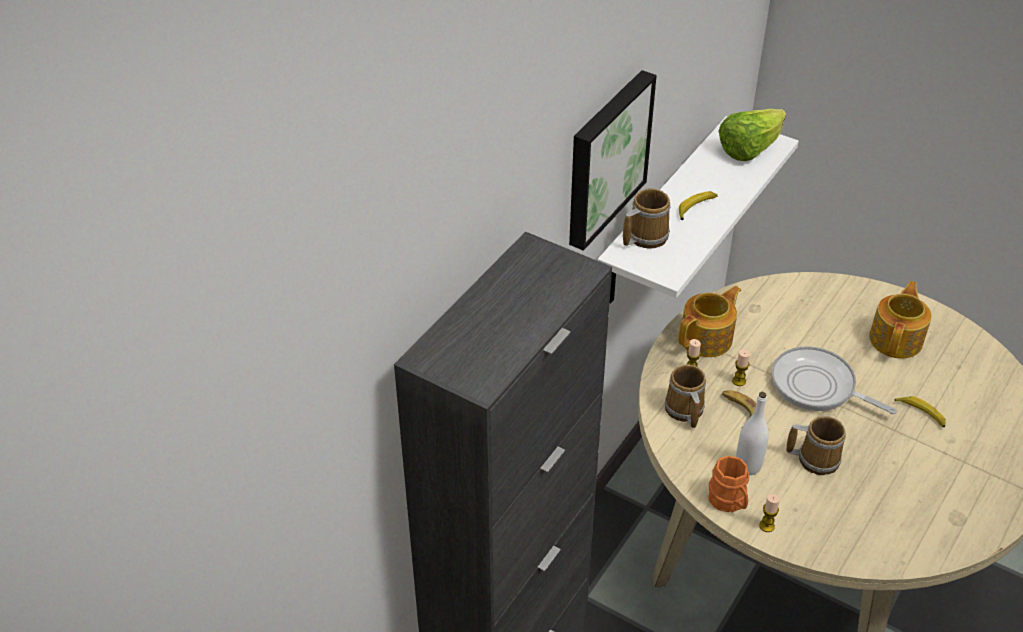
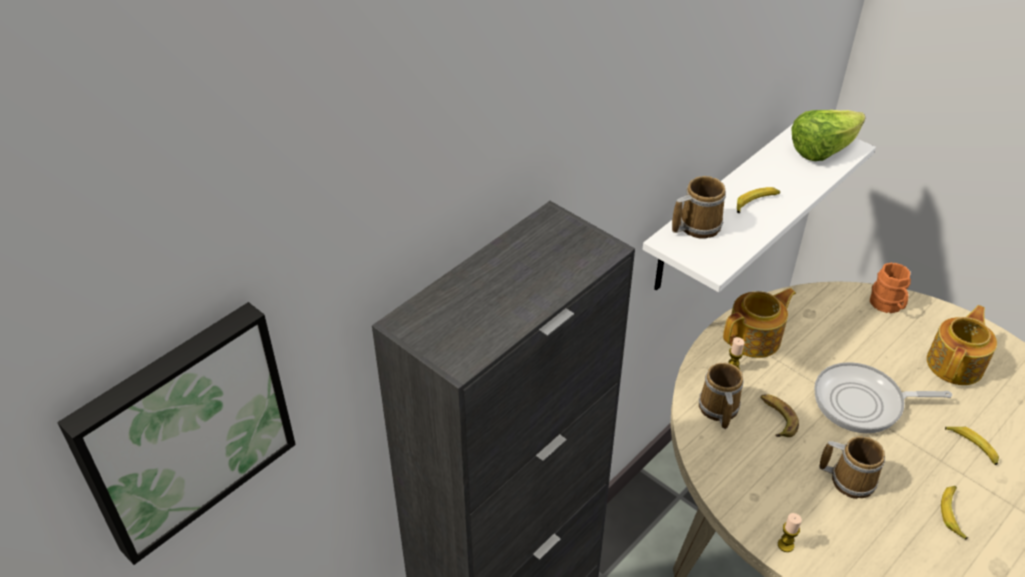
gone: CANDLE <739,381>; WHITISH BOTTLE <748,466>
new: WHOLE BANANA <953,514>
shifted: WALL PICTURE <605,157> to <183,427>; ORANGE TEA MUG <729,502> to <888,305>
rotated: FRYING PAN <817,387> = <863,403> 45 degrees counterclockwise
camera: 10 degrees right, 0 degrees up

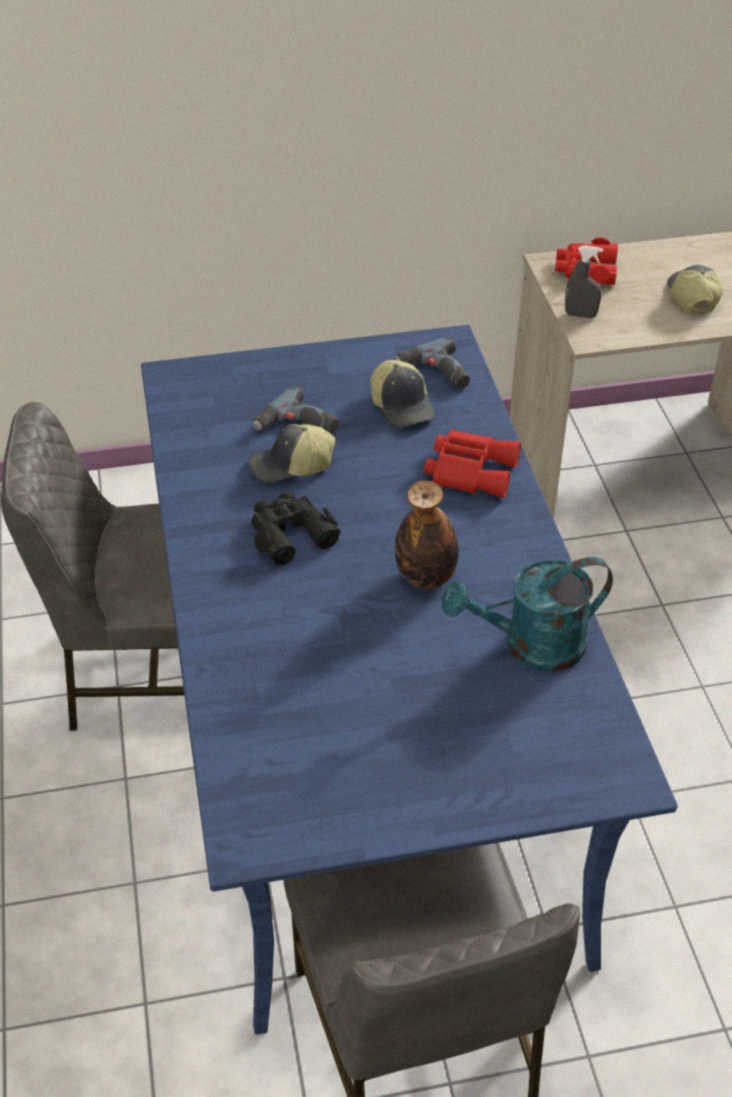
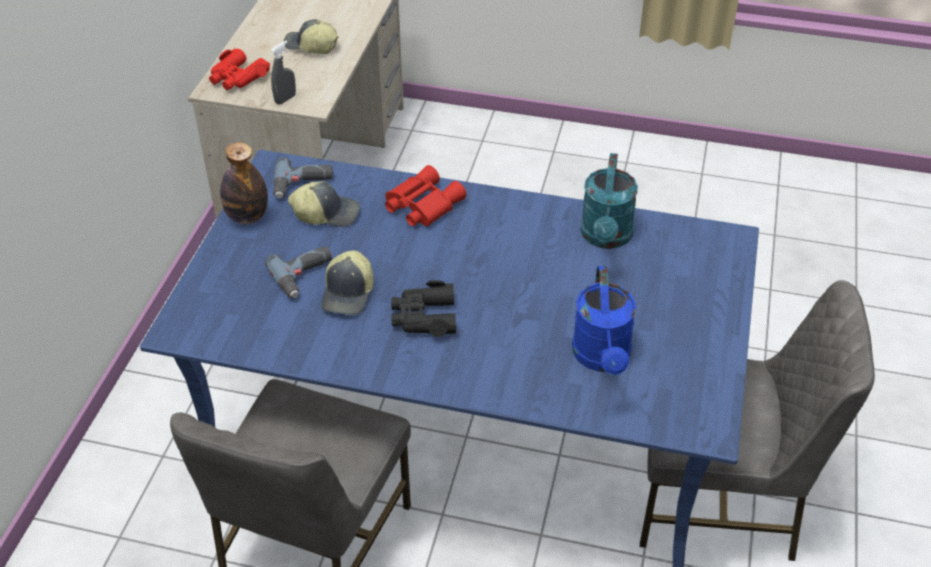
new: BLUE WATERING CAN <603,358>
shifted: BOTTLE <426,577> to <247,217>
camera: 65 degrees left, 0 degrees up

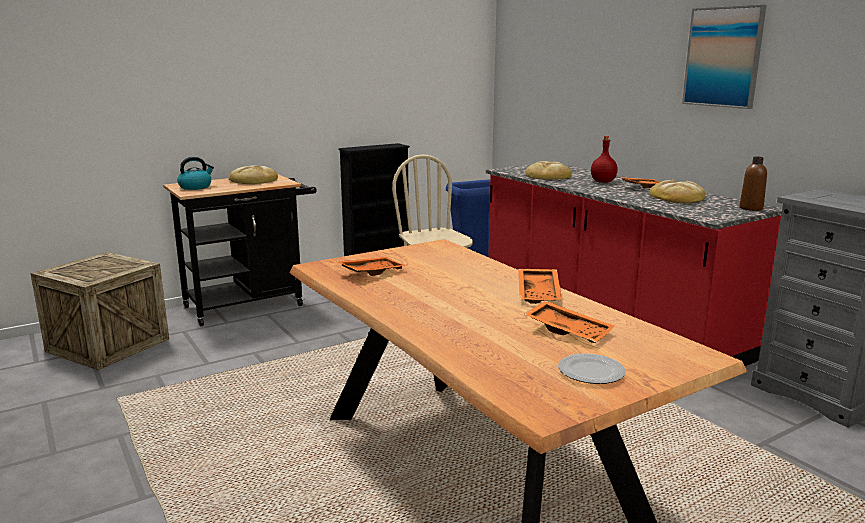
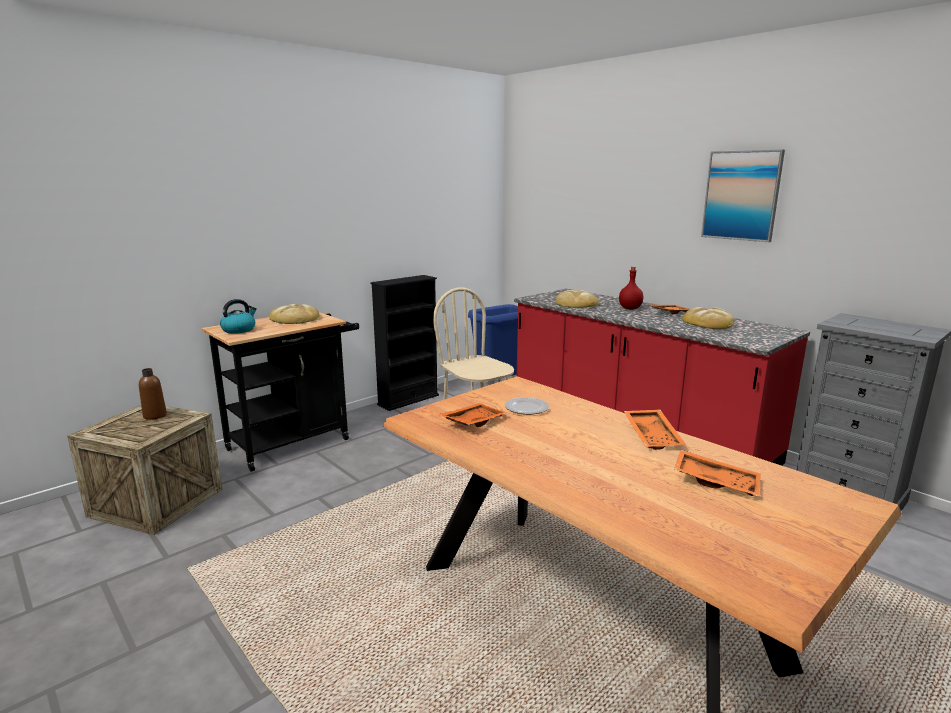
shifted: BROWN BOTTLE <751,208> to <155,415>; FLAT DISH <590,372> to <526,408>
camera: 10 degrees left, 0 degrees up

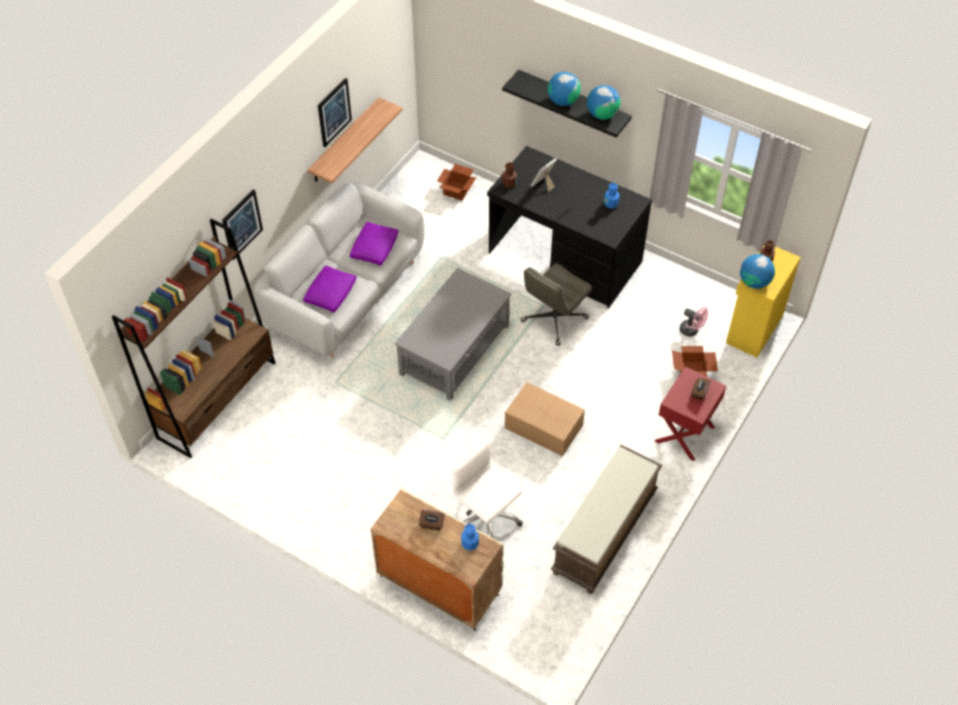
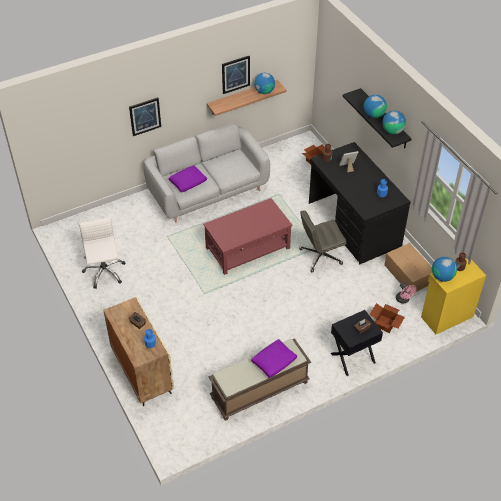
gone: BROWN BOOKSHELF <217,399>
new: DESK GLOBE <264,91>
shifted: PURPLE CUSHION <374,248> to <274,361>; PACKING BOX <544,427> to <408,275>; WHITISH OFFICE CHAIR <485,520> to <104,272>
repainted: GREYISH COFFEE TABLE <455,349> to RED COFFEE TABLE <248,248>; RED BEDSIDE TABLE <685,434> to BLACKISH BEDSIDE TABLE <353,358>
camera: 30 degrees right, 5 degrees down

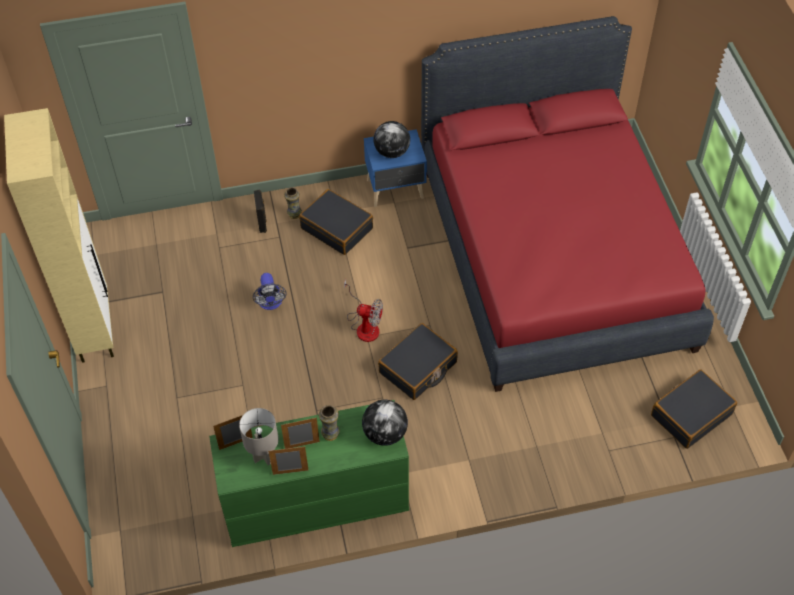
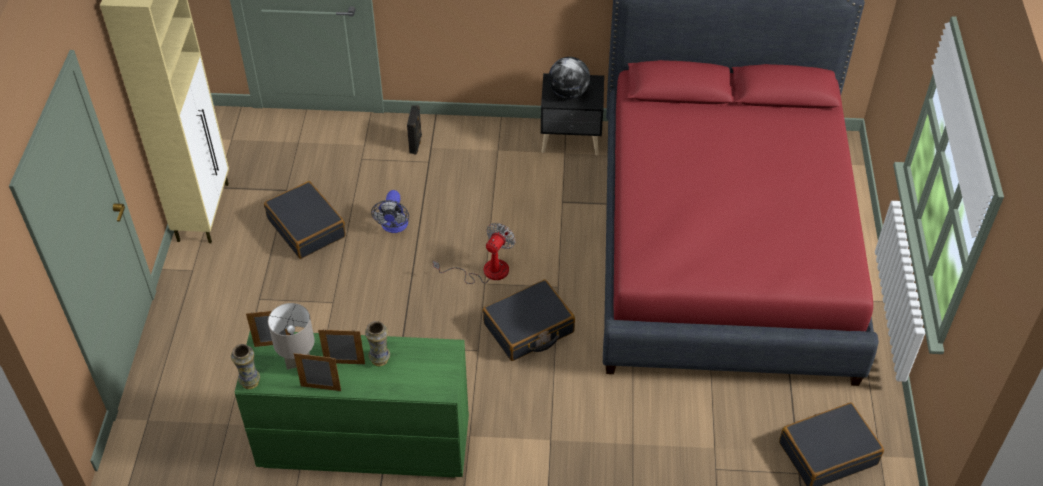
gone: DESK GLOBE <385,433>
shifted: FLOWER VASE <294,214> to <250,382>; BLACKISH SUITCASE <337,228> to <307,227>
repainted: BLUE BEDSIDE TABLE <396,190> to BLACKISH BEDSIDE TABLE <571,141>
rotated: COOLING FAN <364,325> = <486,271> 90 degrees counterclockwise
camera: 15 degrees right, 5 degrees down

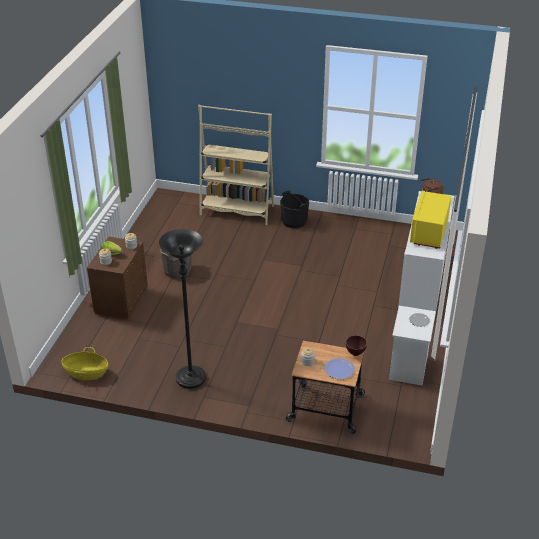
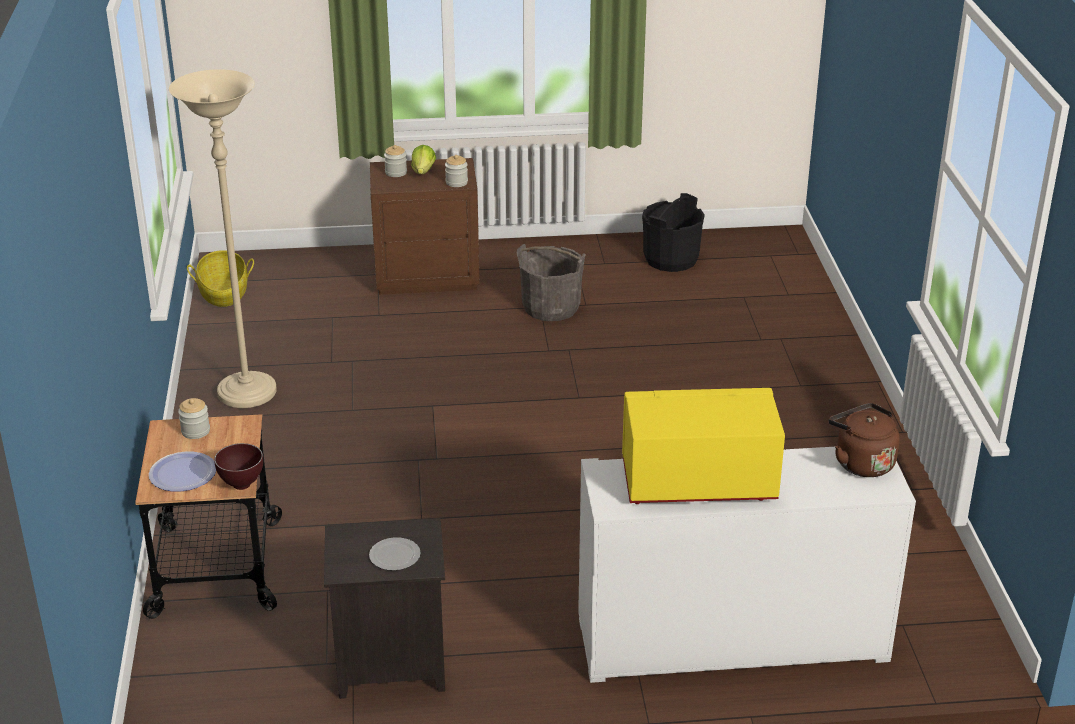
gone: BEIGE-COLOURED BOOKSHELF <237,210>
shifted: BLACKISH WATER BUCKET <294,221> to <670,259>
repainted: BLACKISH STANDARD LAMP <190,378> to BEIGE-COLOURED STANDARD LAMP <247,393>; WHITISH BEDSIDE TABLE <409,369> to BLACKISH BEDSIDE TABLE <389,667>
camera: 70 degrees right, 5 degrees down

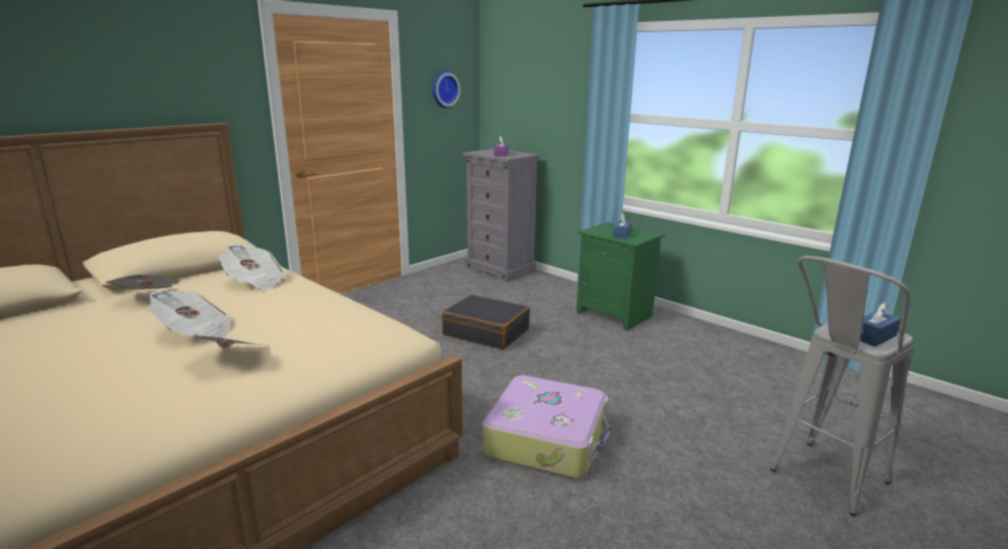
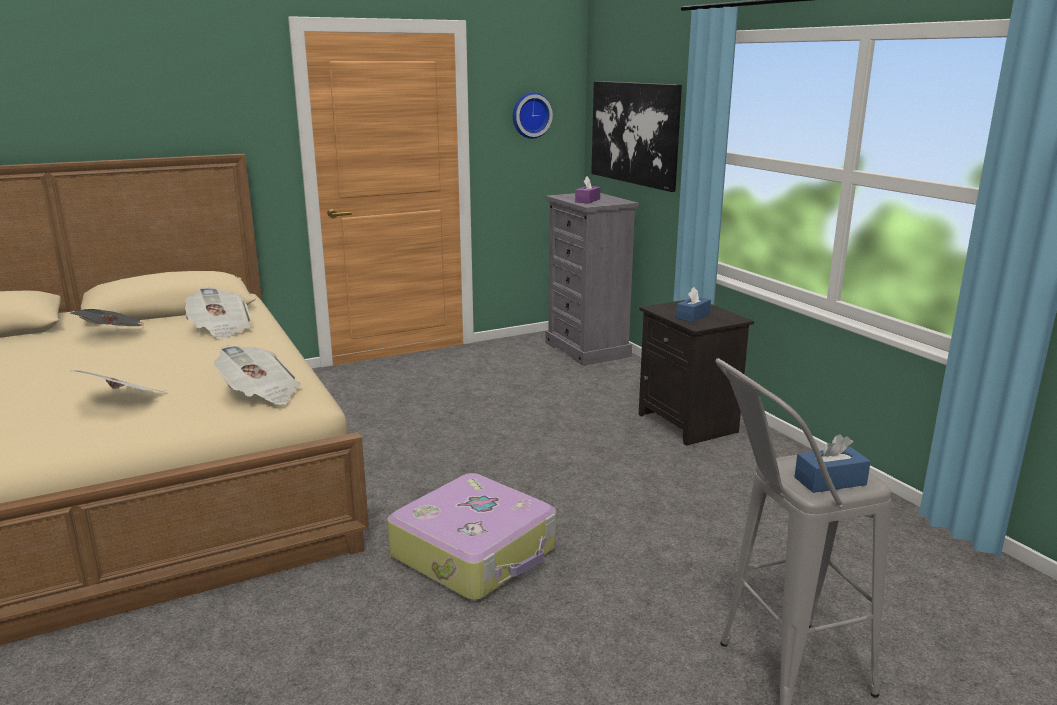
gone: BLACKISH SUITCASE <486,332>
new: WALL PICTURE <634,133>
shifted: NEWSPAPER <196,333> to <261,394>
repainted: GREEN-COLOURED BEDSIDE TABLE <615,314> to BLACKISH BEDSIDE TABLE <689,423>
camera: 20 degrees right, 0 degrees up

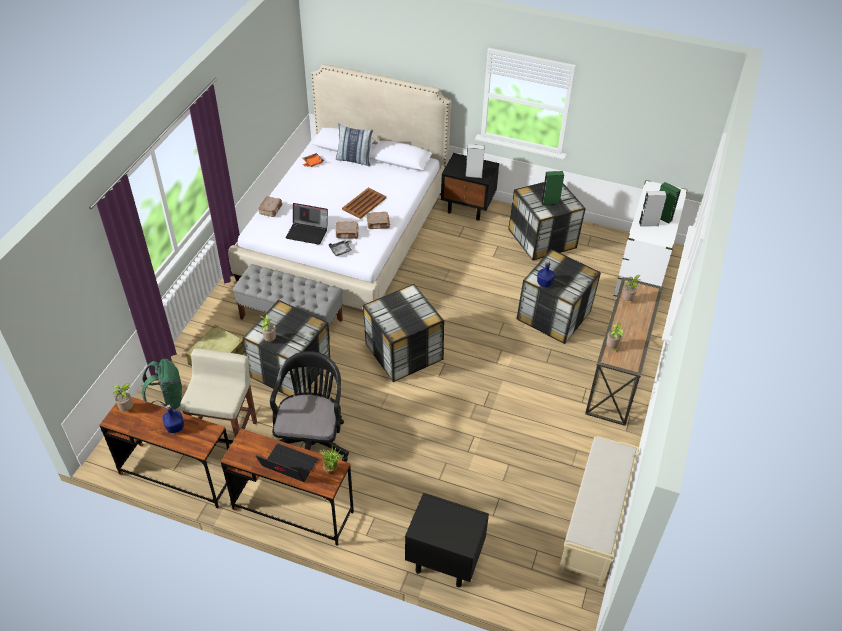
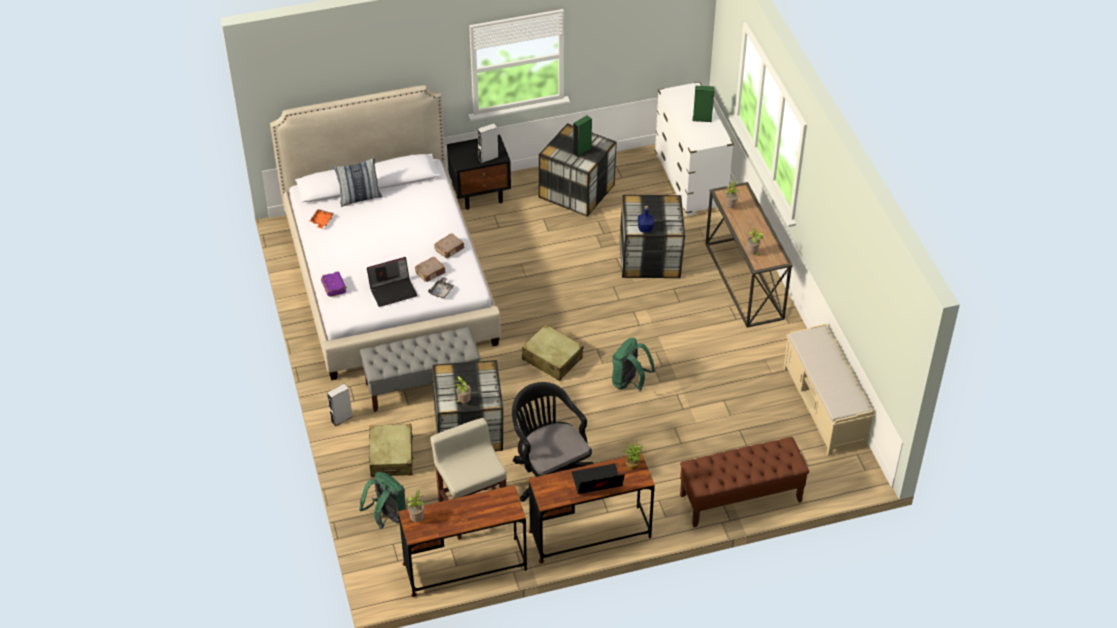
gone: BROWN TRAY <364,203>; BLUE BOTTLE <175,427>
new: GREEN-COLOURED RUCKSACK <630,383>
shifted: GREYISH AUDIO SPEAKER <648,223> to <341,418>
swapped: STORAGE BOX <403,352> to BEIGE-COLOURED SUITCASE <552,359>; BLACKISH BEDSIDE TABLE <443,560> to BROWN LONG SEAT <740,498>
repainted: BROWN BOUND BOOK <271,210> to PURPLE BOUND BOOK <334,287>
camera: 35 degrees left, 0 degrees up

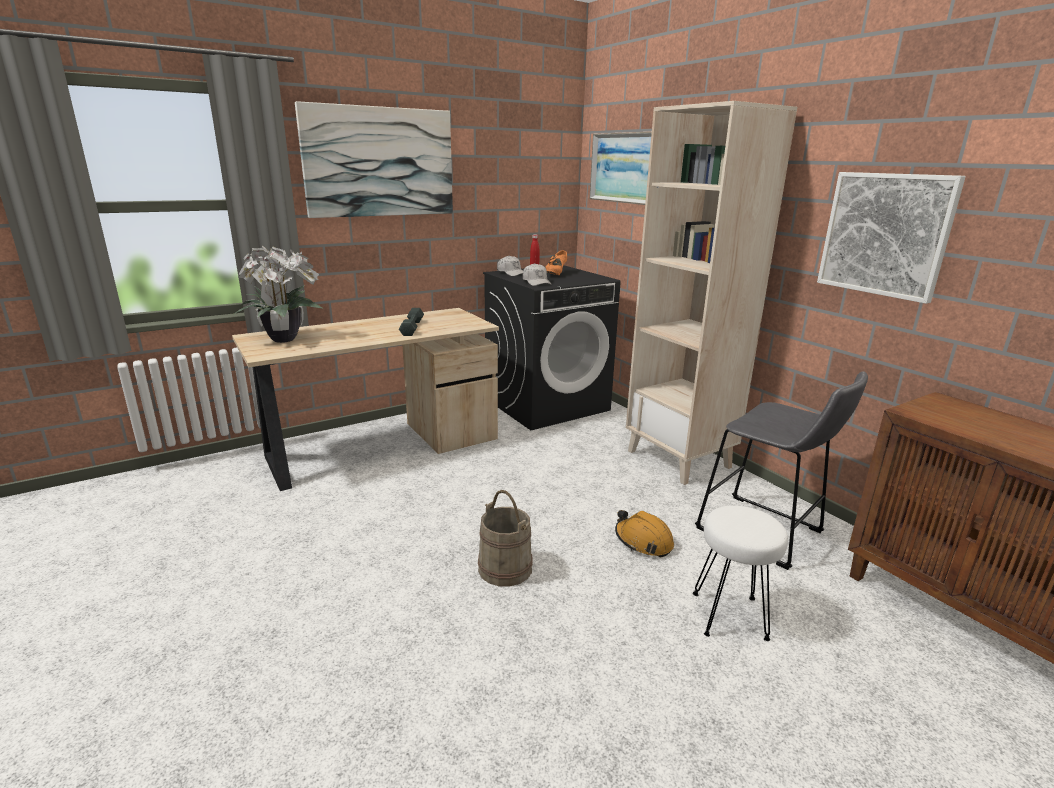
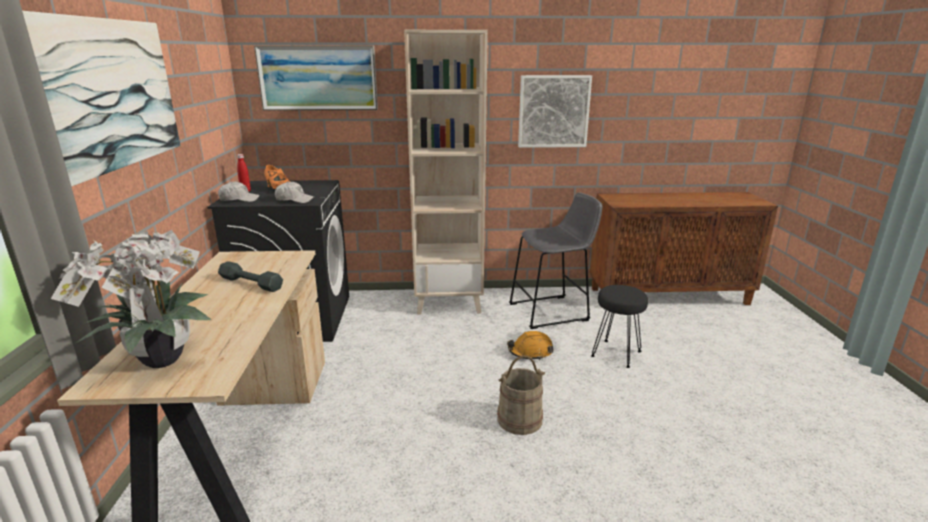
repainted: WHITISH SITTING STOOL <729,615> to BLACKISH SITTING STOOL <615,353>
camera: 60 degrees left, 0 degrees up

